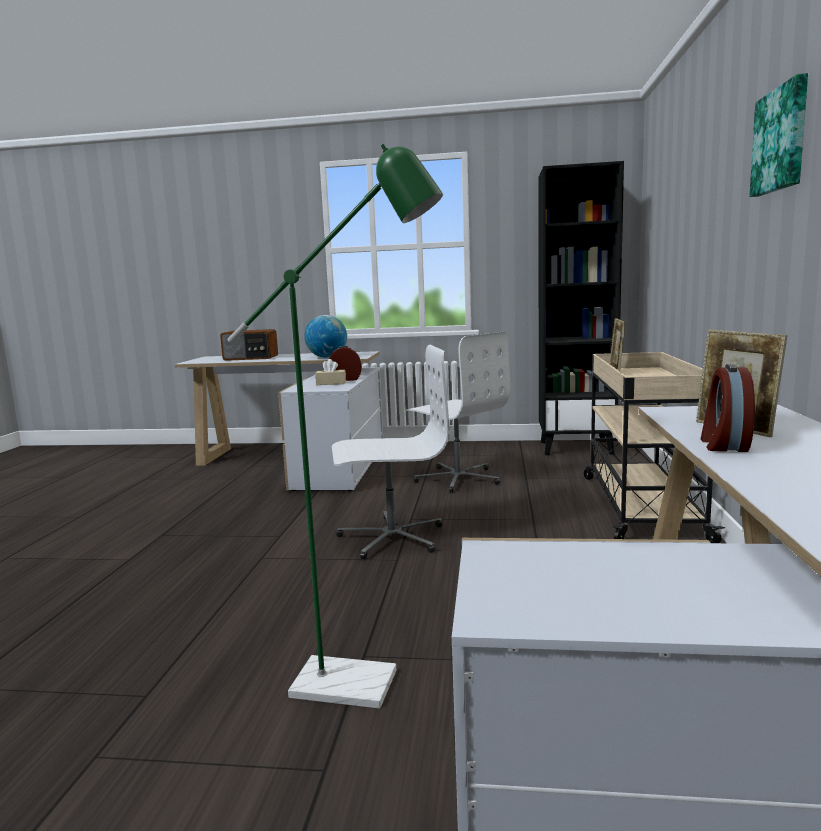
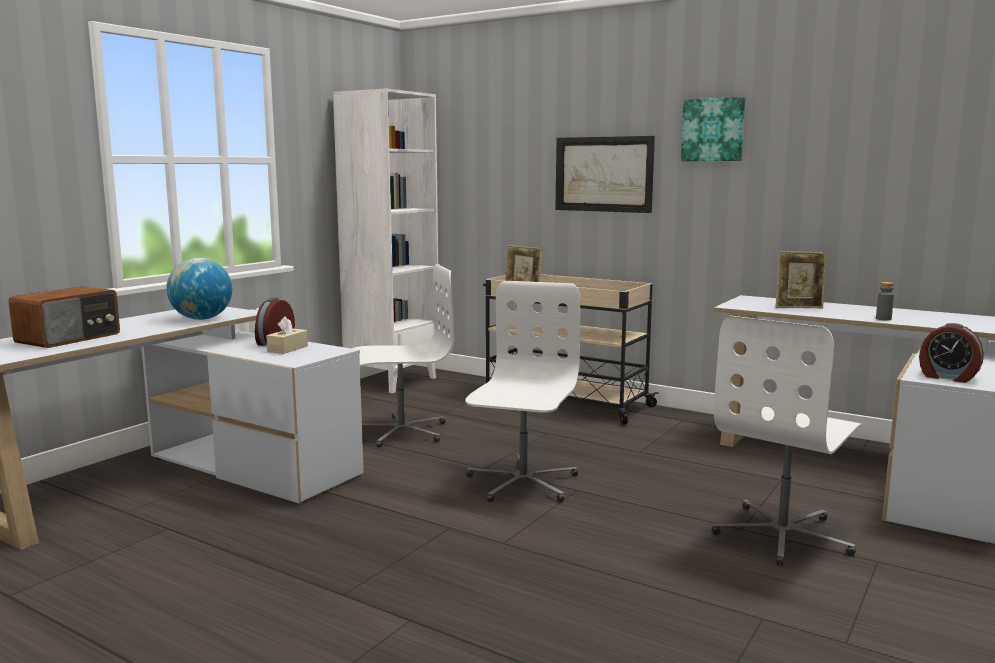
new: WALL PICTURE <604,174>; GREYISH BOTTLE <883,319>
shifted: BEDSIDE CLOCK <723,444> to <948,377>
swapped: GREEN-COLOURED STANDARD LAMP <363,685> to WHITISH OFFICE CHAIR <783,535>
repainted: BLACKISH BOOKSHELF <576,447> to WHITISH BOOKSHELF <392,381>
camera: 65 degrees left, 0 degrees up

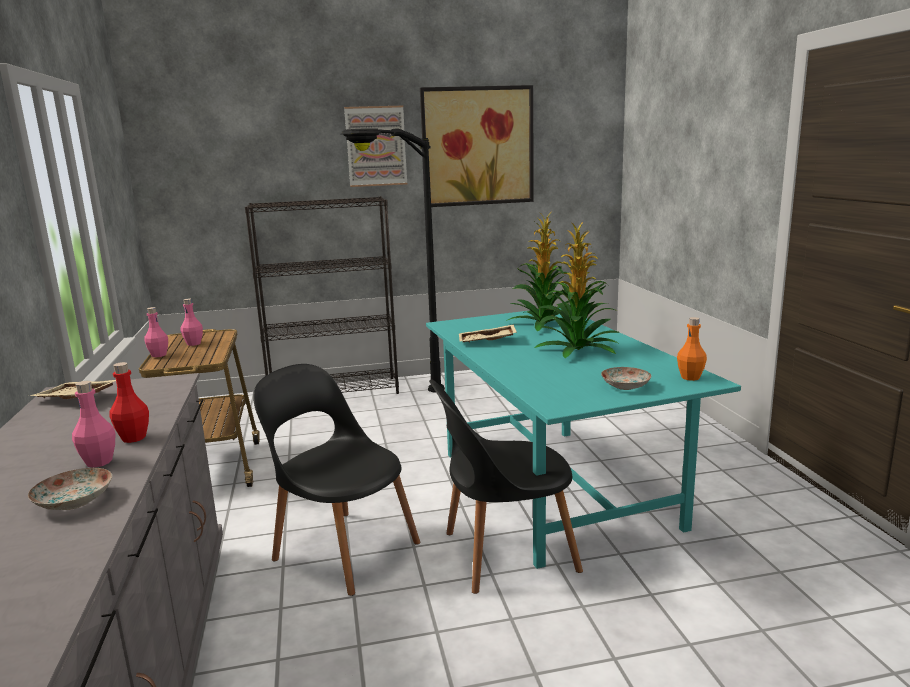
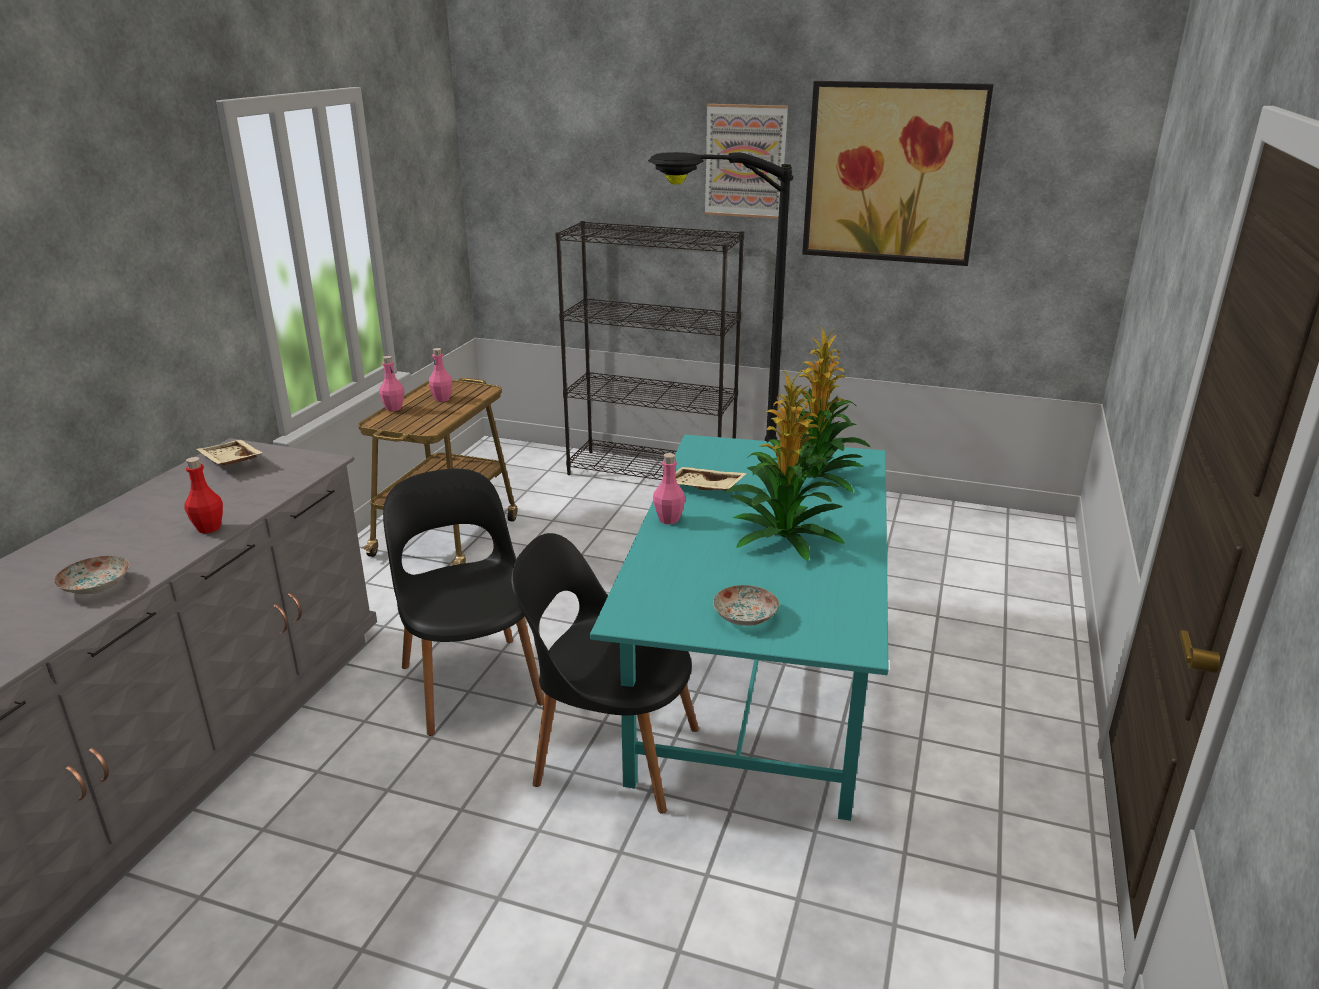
gone: ORANGE BOTTLE <690,377>
shifted: PINK-COLOURED BOTTLE <99,462> to <668,519>
camera: 30 degrees right, 10 degrees up

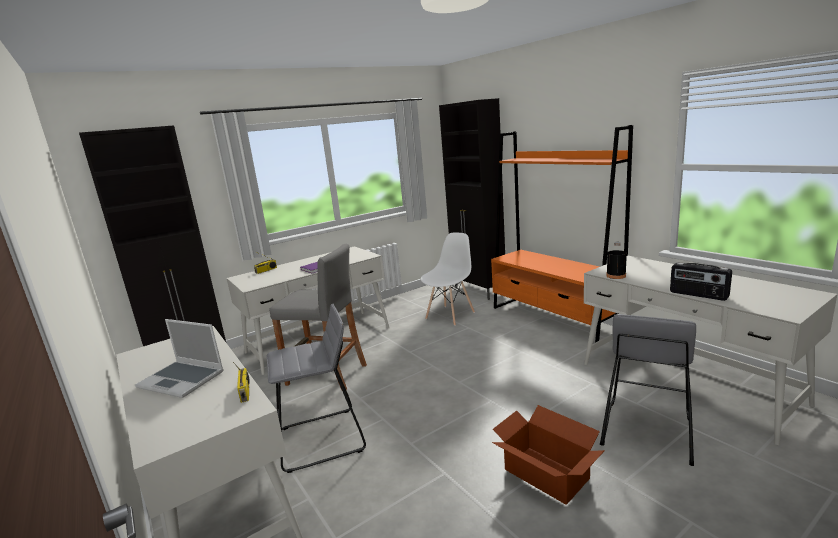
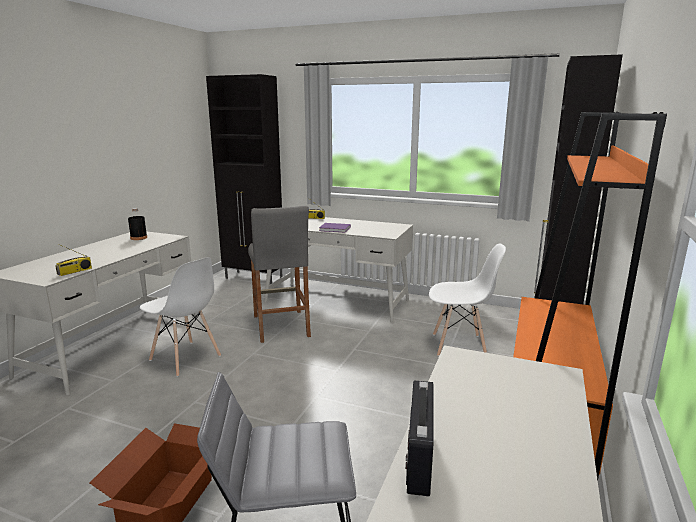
gone: PORTABLE COMPUTER <183,379>
shifted: BLACKISH BOTTLE <616,276> to <139,238>
swapped: GREYISH SITTING STOOL <321,439> to WHITISH PLAIN CHAIR <185,358>
camera: 55 degrees right, 0 degrees up

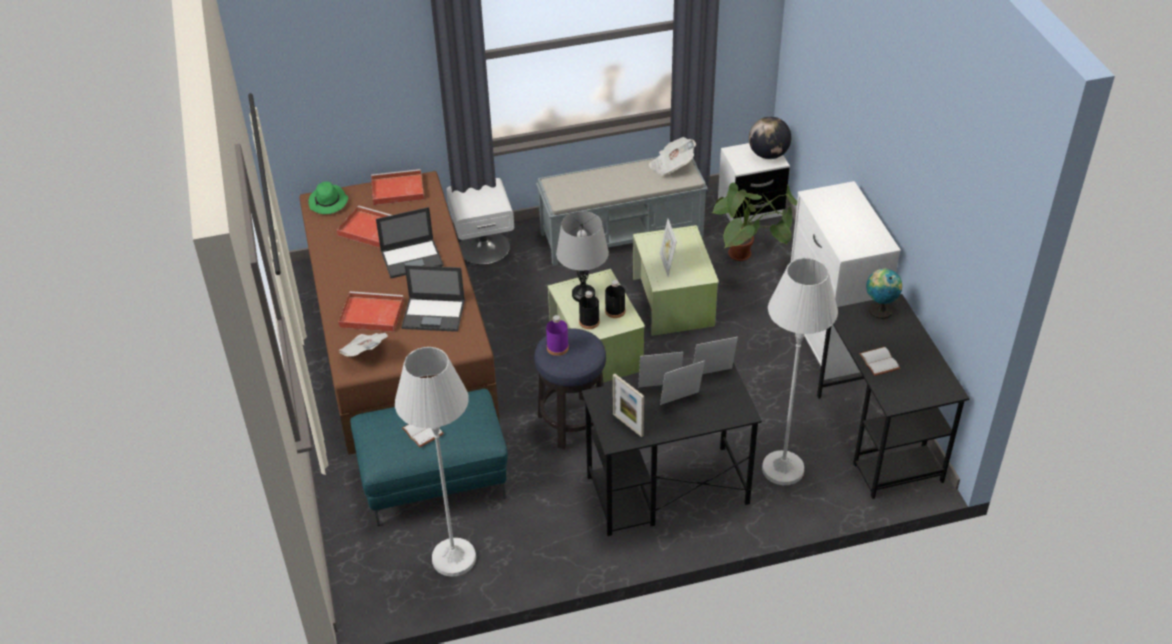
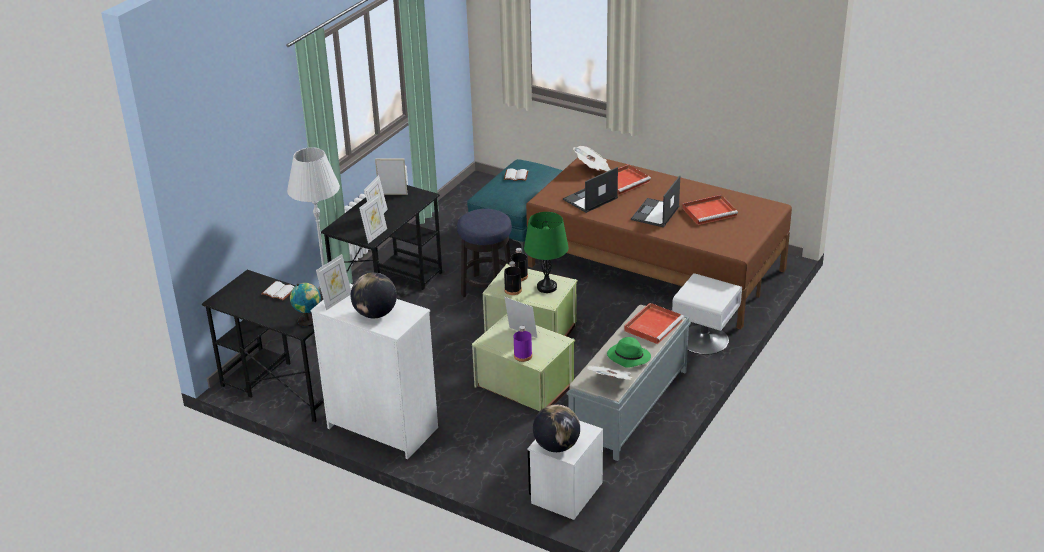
gone: POTTED PLANT <749,259>; WHITISH STANDARD LAMP <454,558>
new: DESK GLOBE <375,314>
shifted: RED TRAY <396,190> to <653,325>; GREEN-COLOURED CLOTHING HAT <328,202> to <628,357>; PURPLE BOTTLE <557,348> to <523,356>; STANDING FRAME <660,388> to <336,300>
repainted: GREYISH TABLE LAMP <583,294> to GREEN-COLOURED TABLE LAMP <547,287>
camera: 135 degrees right, 10 degrees down

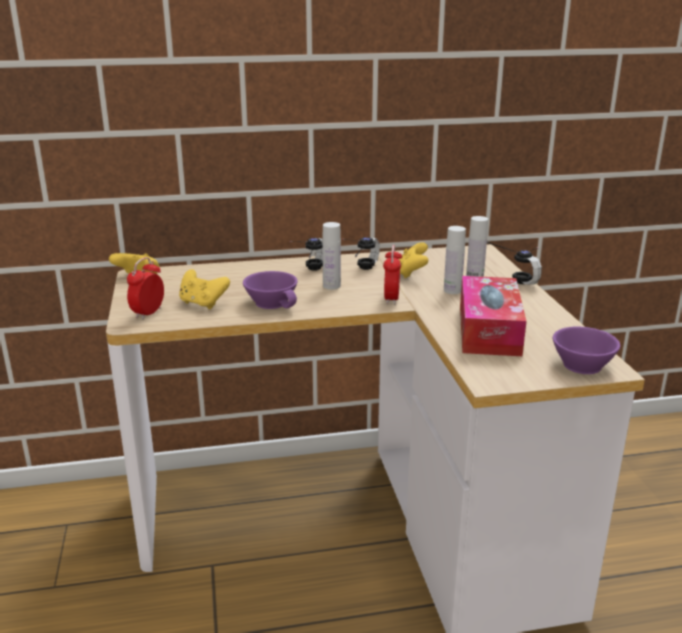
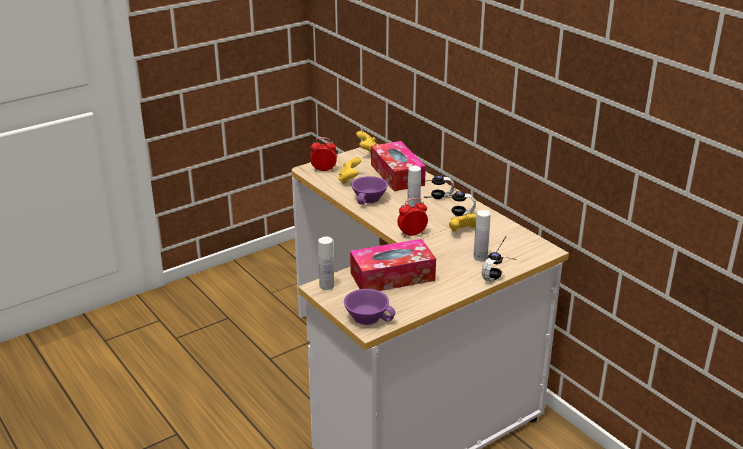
new: TISSUE BOX <397,175>
shifted: WHITISH BOTTLE <452,290> to <326,286>
camera: 65 degrees right, 5 degrees up

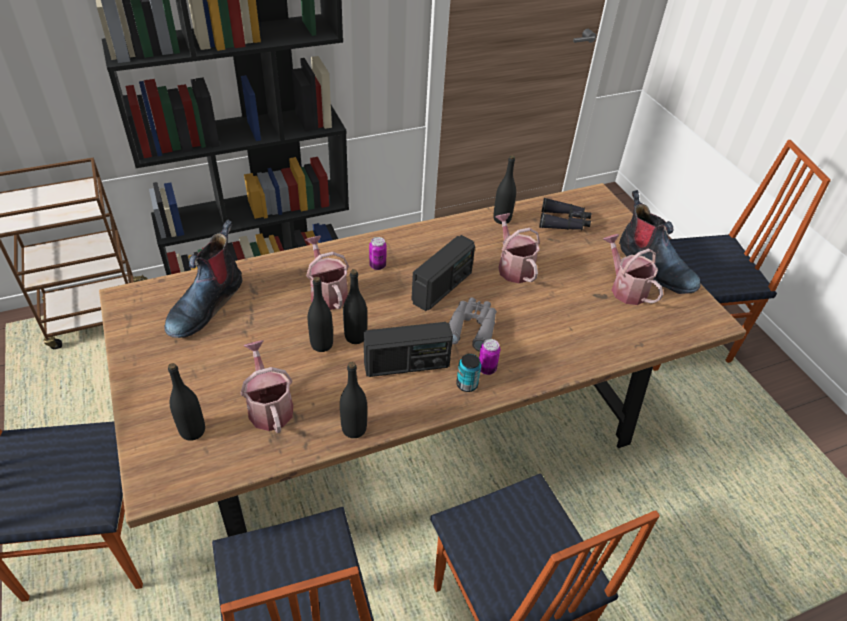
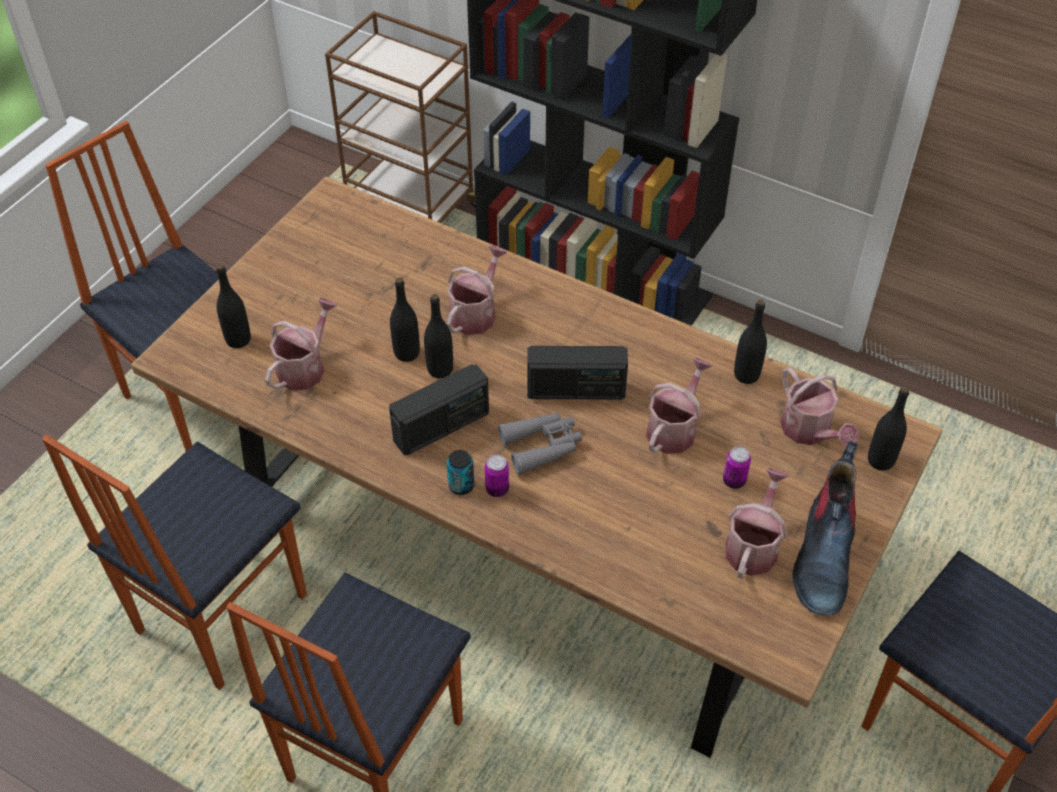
gone: TALL BOOT <205,304>
shifted: SEALED CAN <377,266> to <734,481>; BLACKISH BOTTLE <354,429> to <880,460>
swapped: BLACKISH PAIR OF BINOCULARS <564,222> to WATERING CAN <810,431>
rotated: RADIO RECEIVER <406,365> = <442,427> 75 degrees counterclockwise
camera: 55 degrees right, 5 degrees up

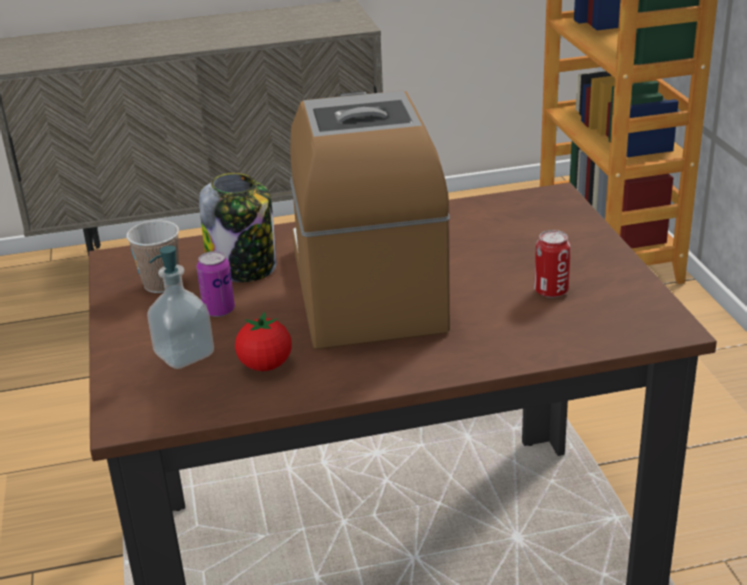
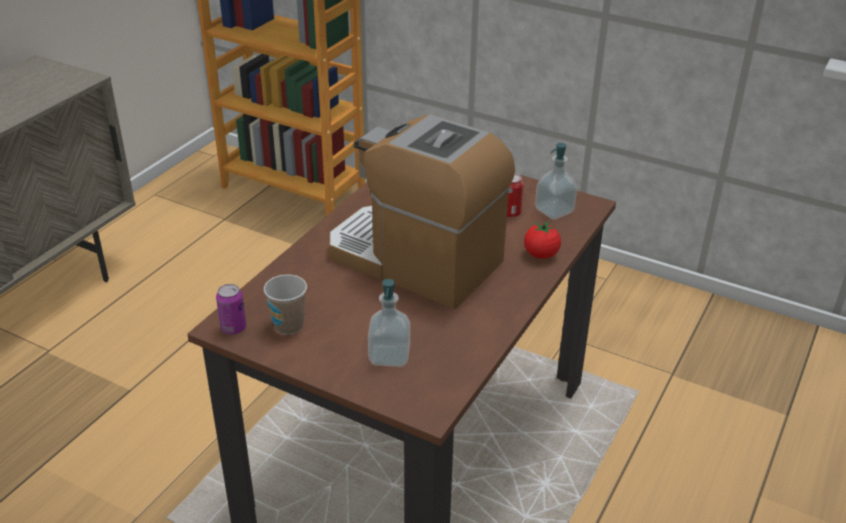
gone: JAR <243,267>
new: SOAP DISPENSER <554,211>
shifted: SEALED CAN <219,310> to <233,328>; TOMATO <265,365> to <541,255>
camera: 50 degrees left, 5 degrees up

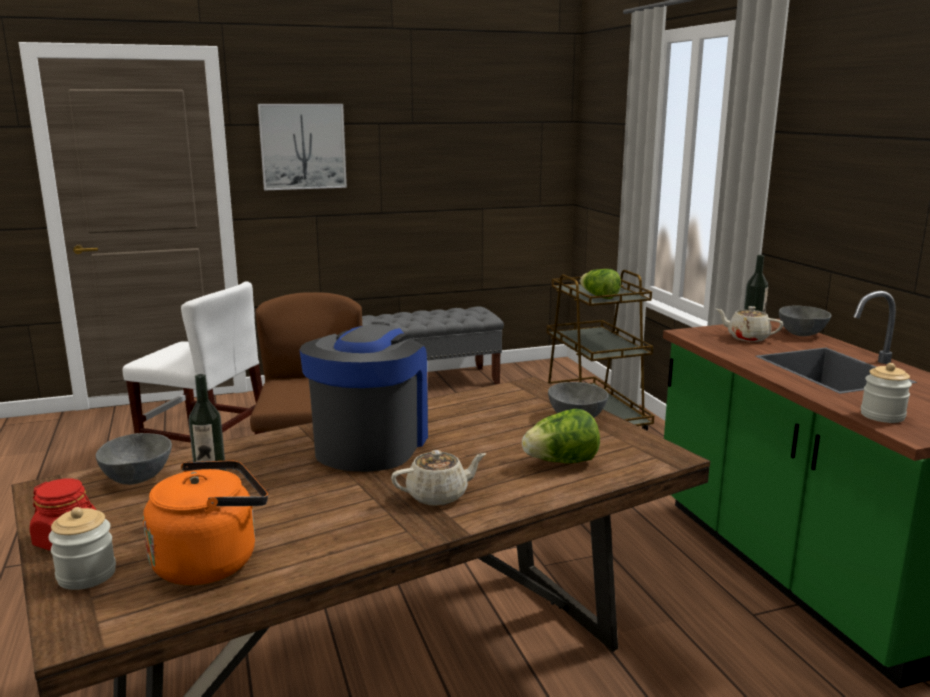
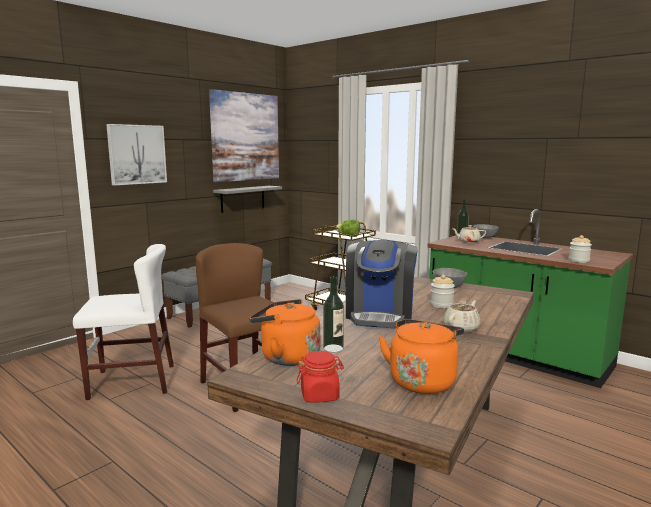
gone: HEAD OF LETTUCE <561,462>
new: WALL PICTURE <245,137>; GREYISH BRACKET SHELF <242,198>
shifted: JAR <86,575> to <441,305>
swapped: GREYISH BOWL <138,477> to ORANGE KETTLE <286,357>
rotated: COFFEE BREWER <370,444> = <380,315> 150 degrees counterclockwise
camera: 30 degrees left, 5 degrees down

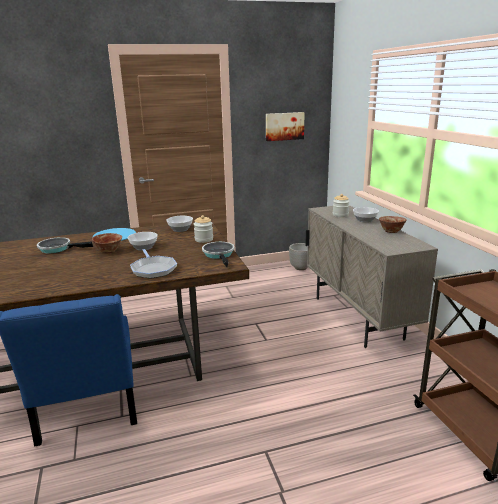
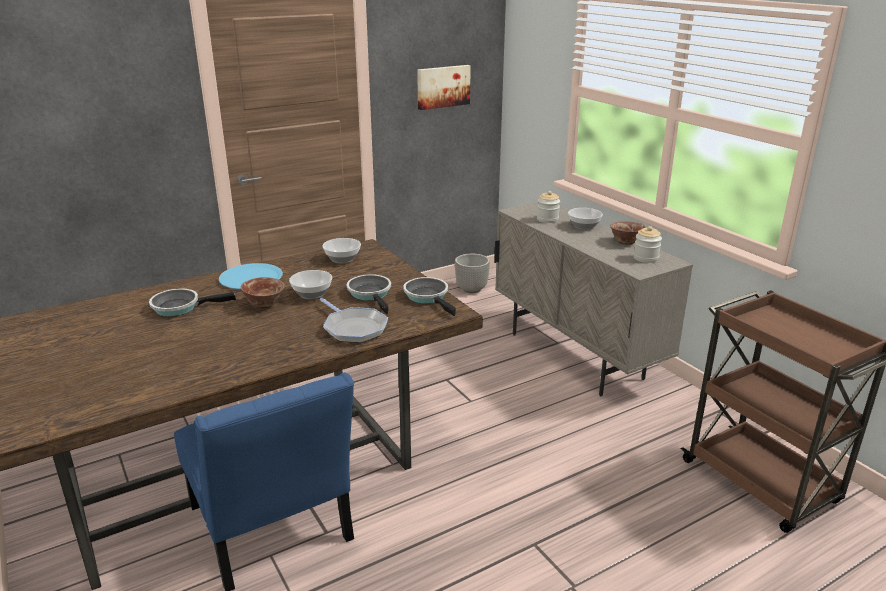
new: FRYING PAN <371,294>
shifted: JAR <204,239> to <645,258>
camera: 15 degrees left, 5 degrees up

